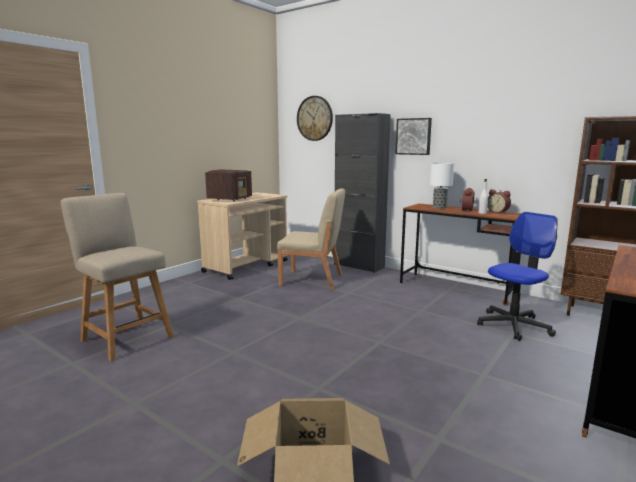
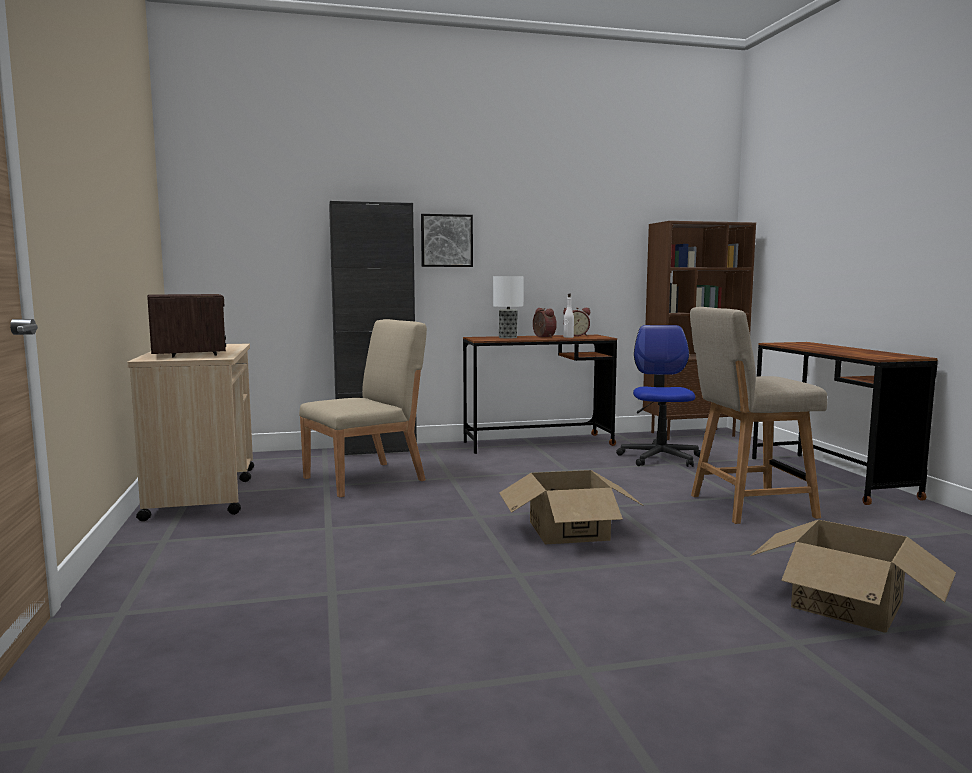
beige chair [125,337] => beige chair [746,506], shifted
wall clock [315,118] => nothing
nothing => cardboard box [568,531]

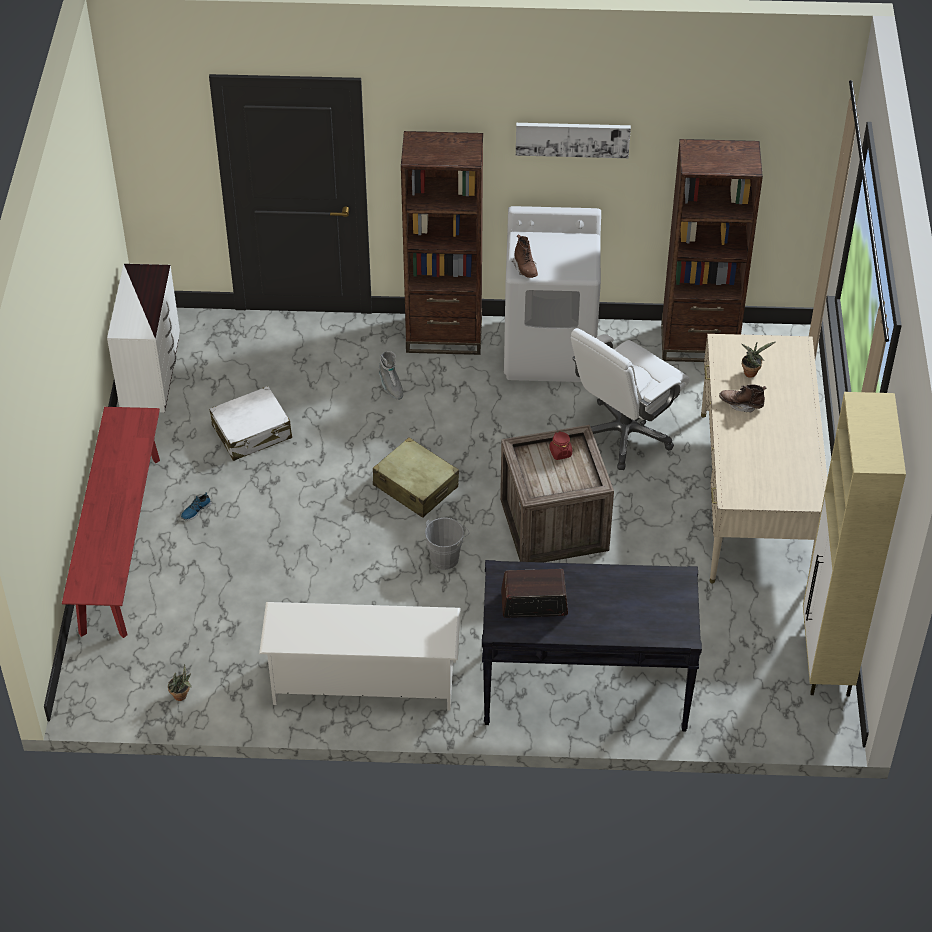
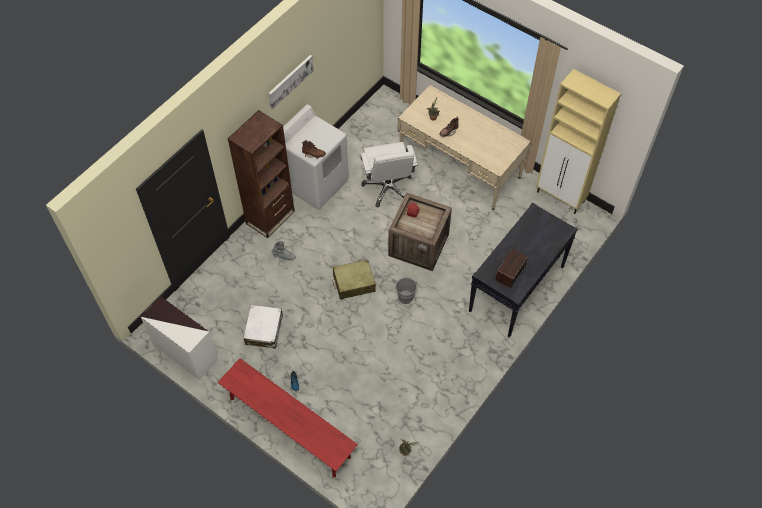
white shoe rack [363,682] => nothing
brown bookcase [699,344] => nothing

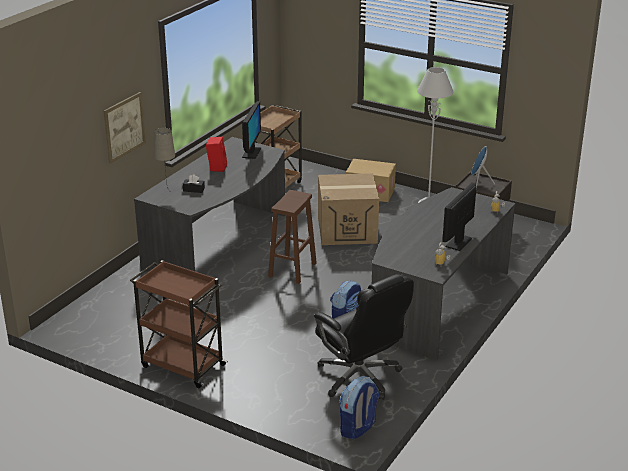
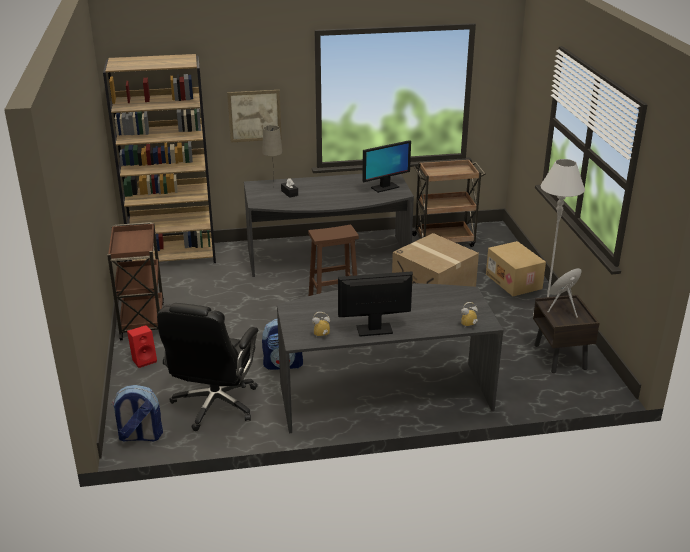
red speaker [216,167] => red speaker [144,360], shifted
nothing => brown bookcase [174,256]

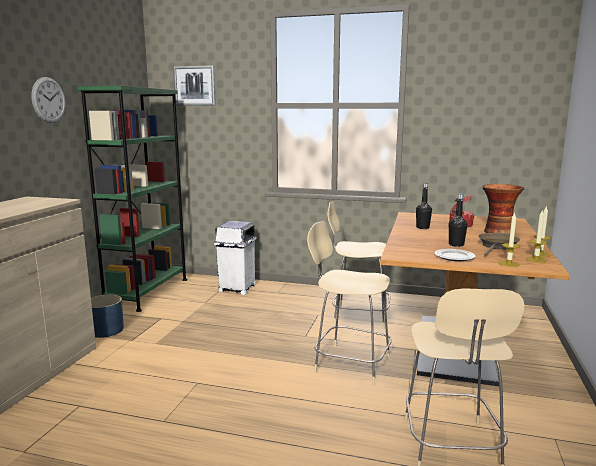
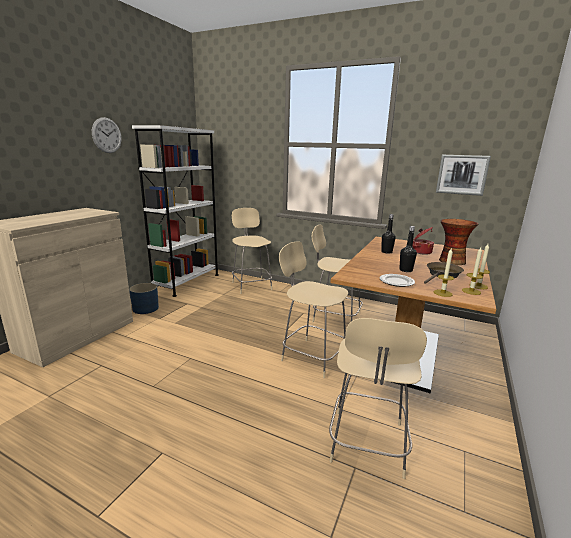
green bookcase [147,292] => white bookcase [187,282]
picture [195,86] => picture [462,174], shifted
white trash can [237,288] => beige stool [251,285]

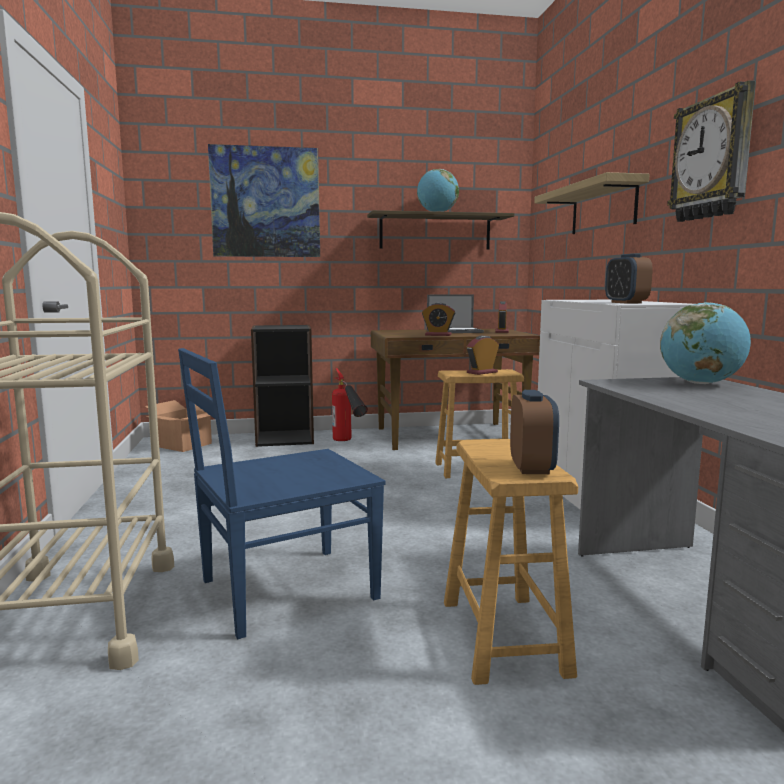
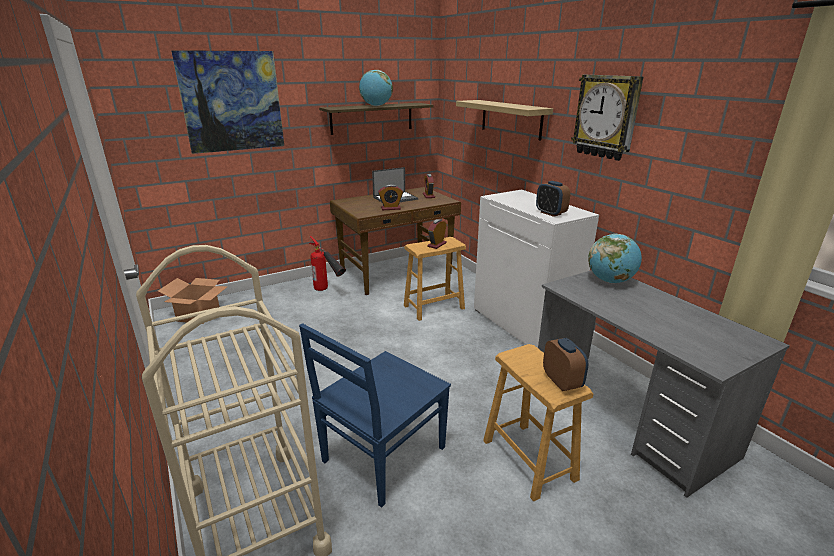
black bookcase [285,438] => nothing

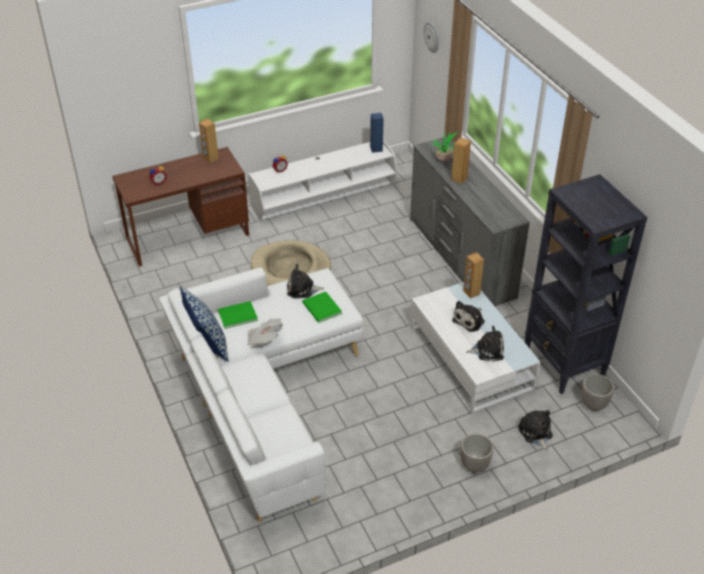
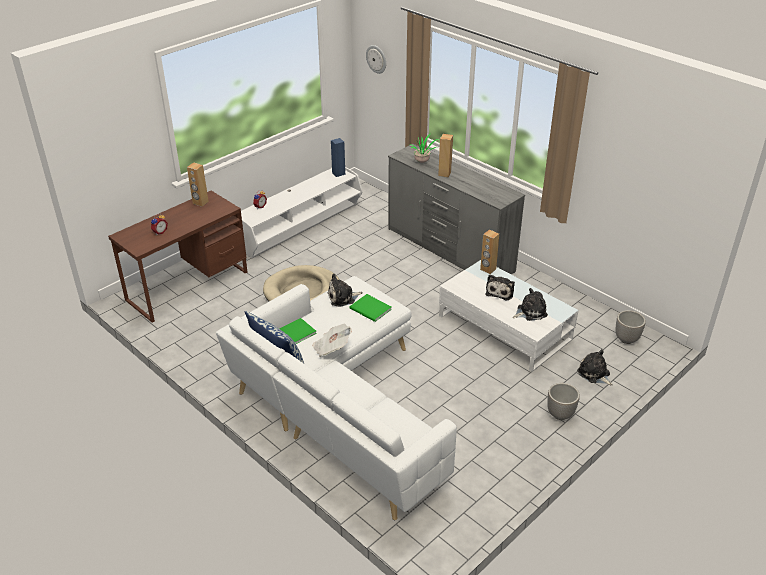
black bookcase [564,364] => nothing

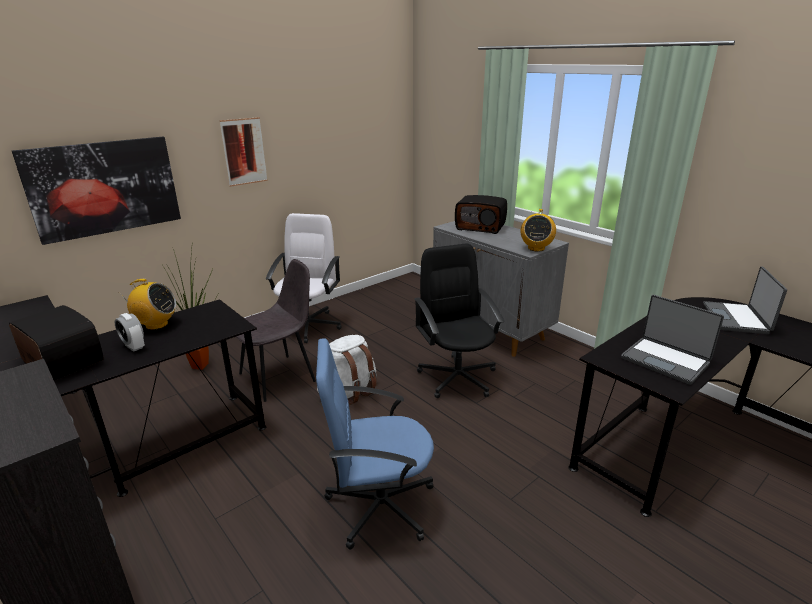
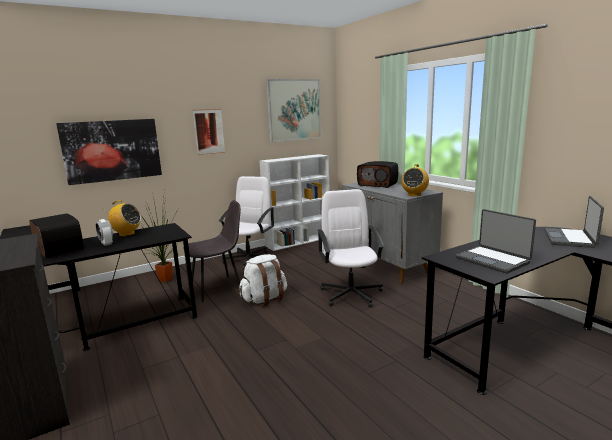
blue office chair [378,505] => nothing
black office chair [457,377] => white office chair [351,294]
nothing => white bookcase [299,241]
nothing => picture [294,110]

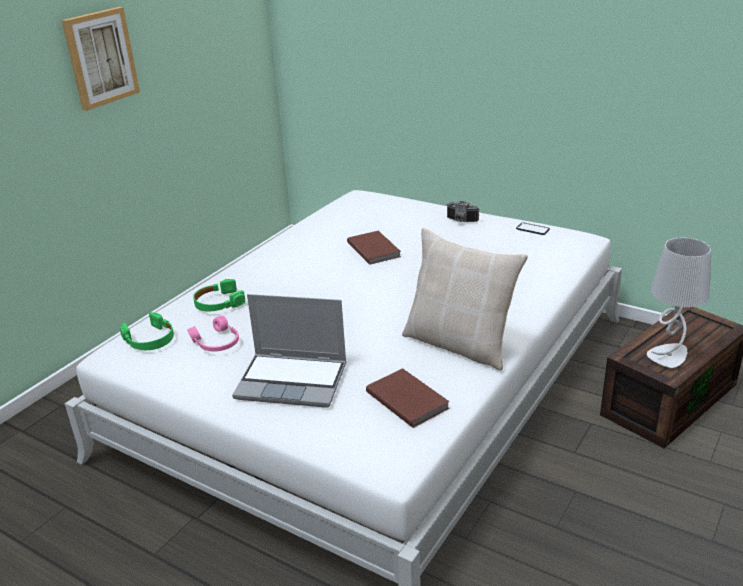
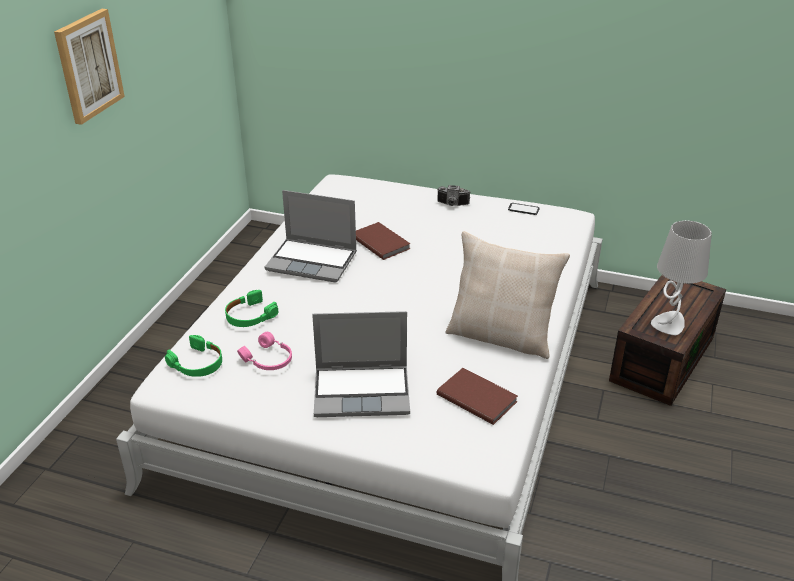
nothing => laptop [313,261]

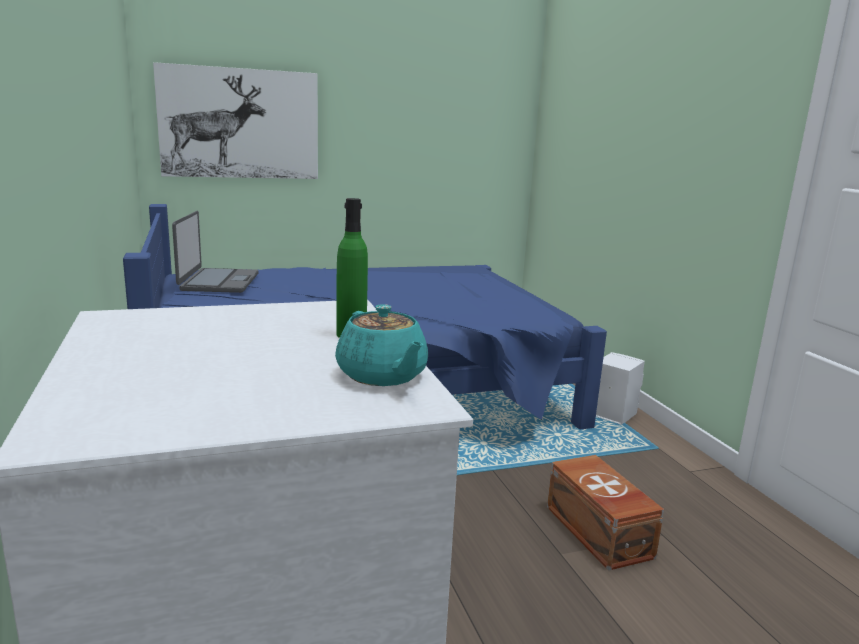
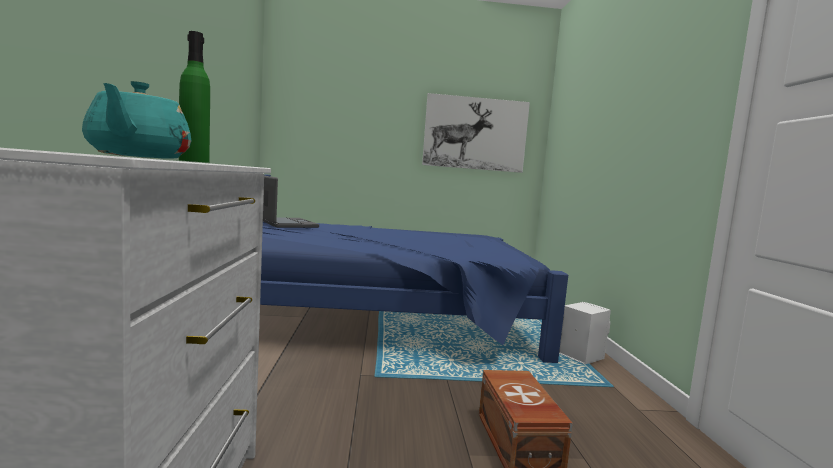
picture [240,124] => picture [475,133], shifted
laptop [218,282] => laptop [287,224], 45 degrees counterclockwise

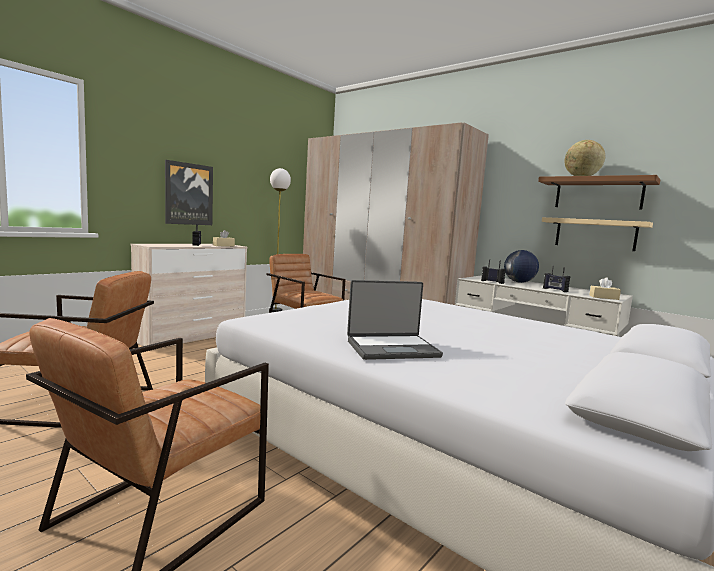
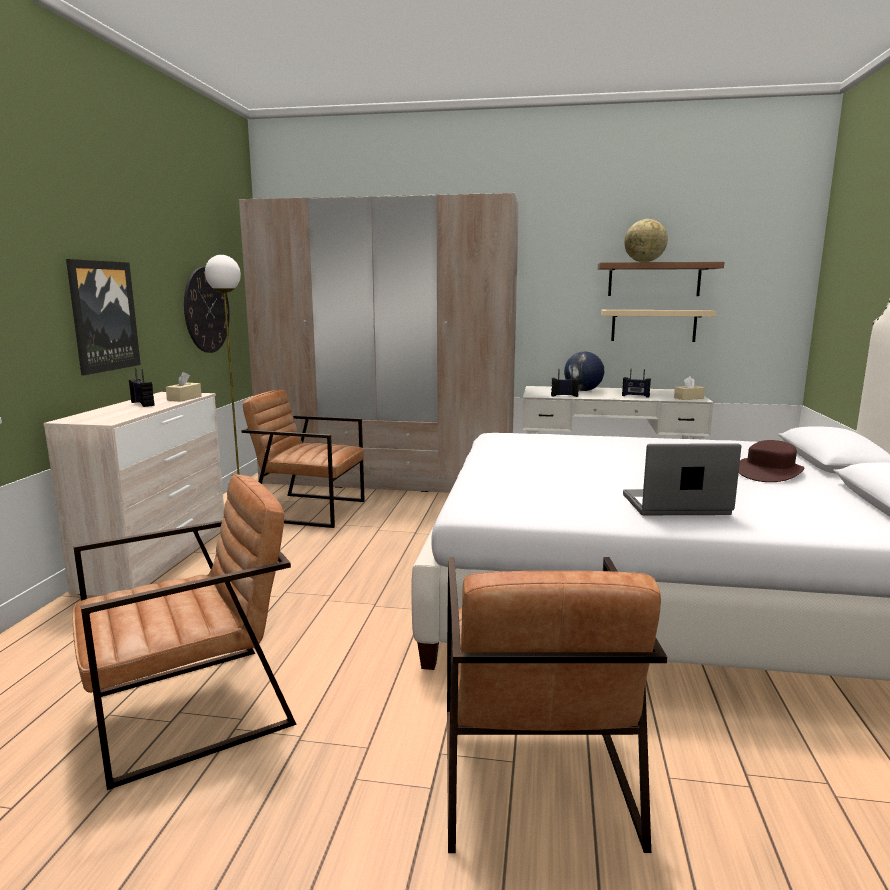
laptop [392,348] => laptop [676,506], 135 degrees counterclockwise
nothing => wall clock [206,310]
nothing => brown hat [769,472]

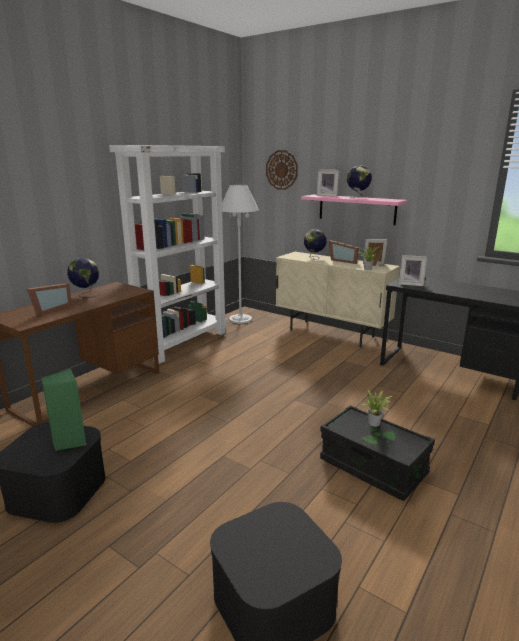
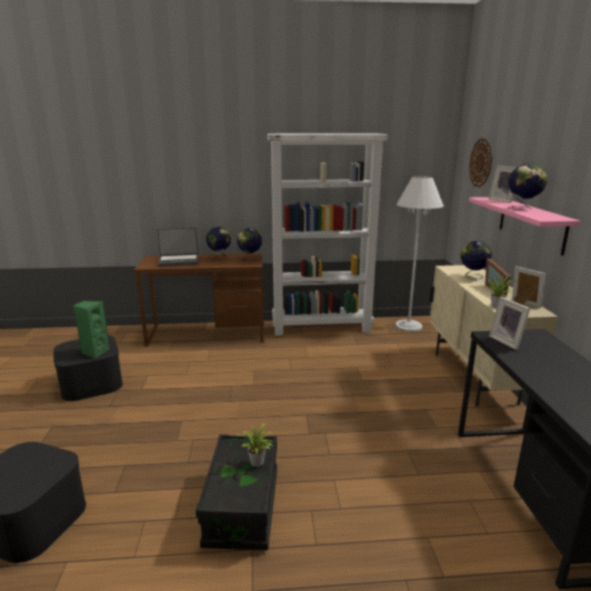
picture frame [49,309] => laptop [178,261]
nothing => globe [250,259]

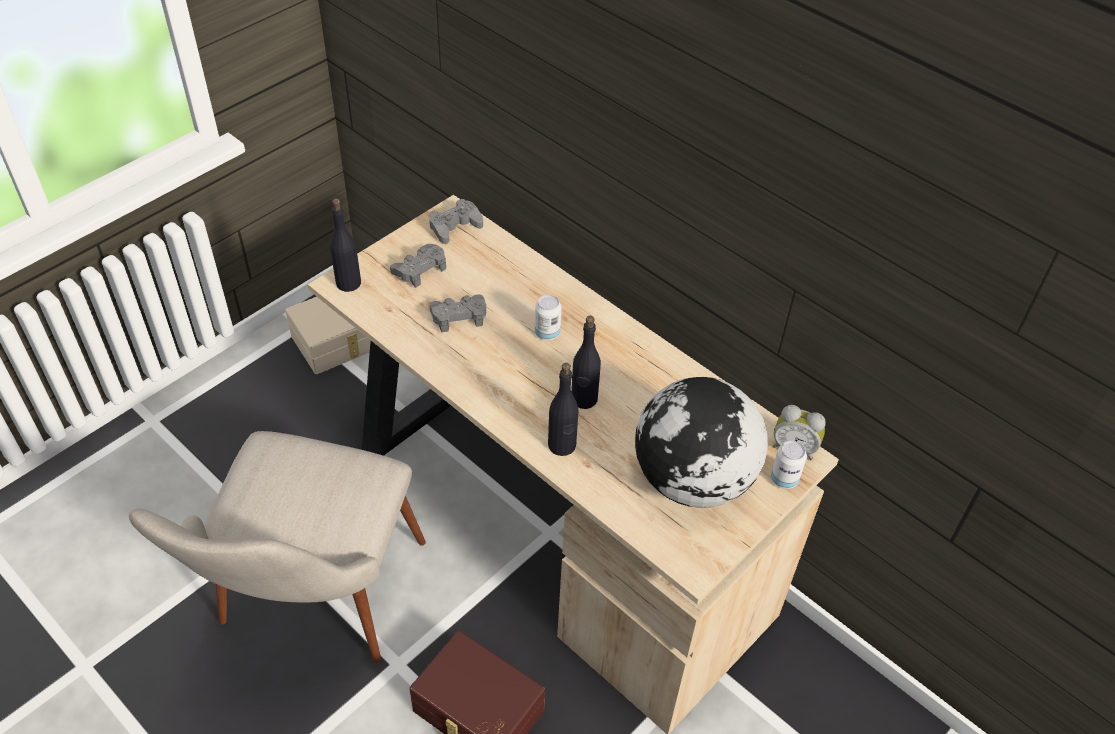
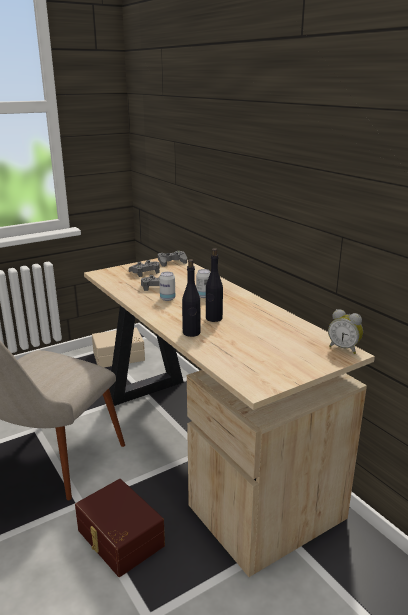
black bottle [349,283] => nothing
globe [692,480] => nothing
can [784,479] => can [167,298], shifted

